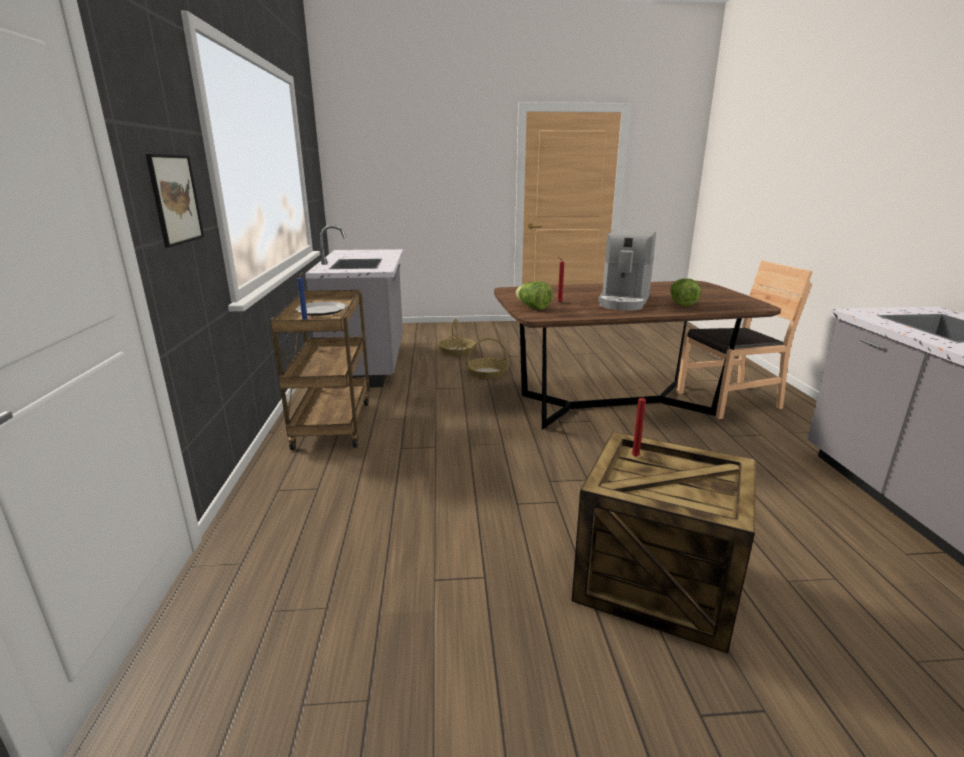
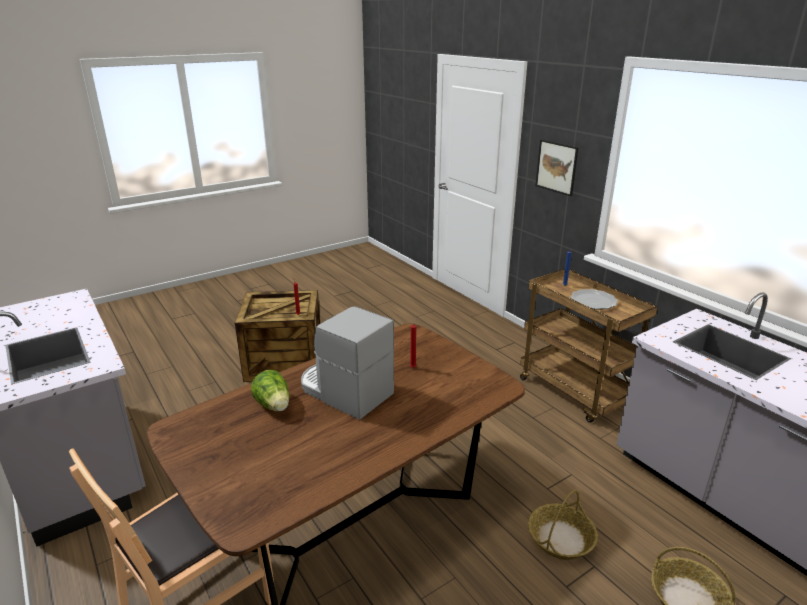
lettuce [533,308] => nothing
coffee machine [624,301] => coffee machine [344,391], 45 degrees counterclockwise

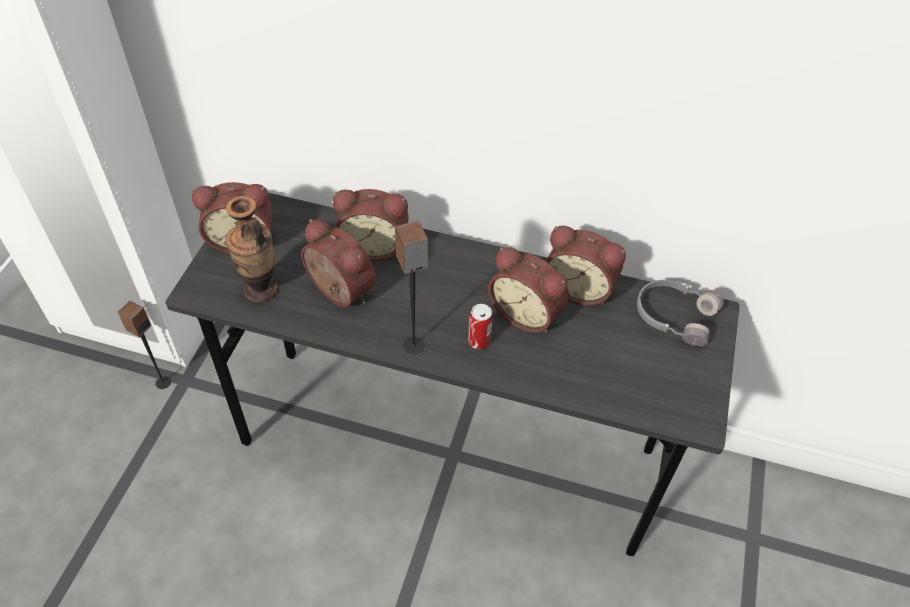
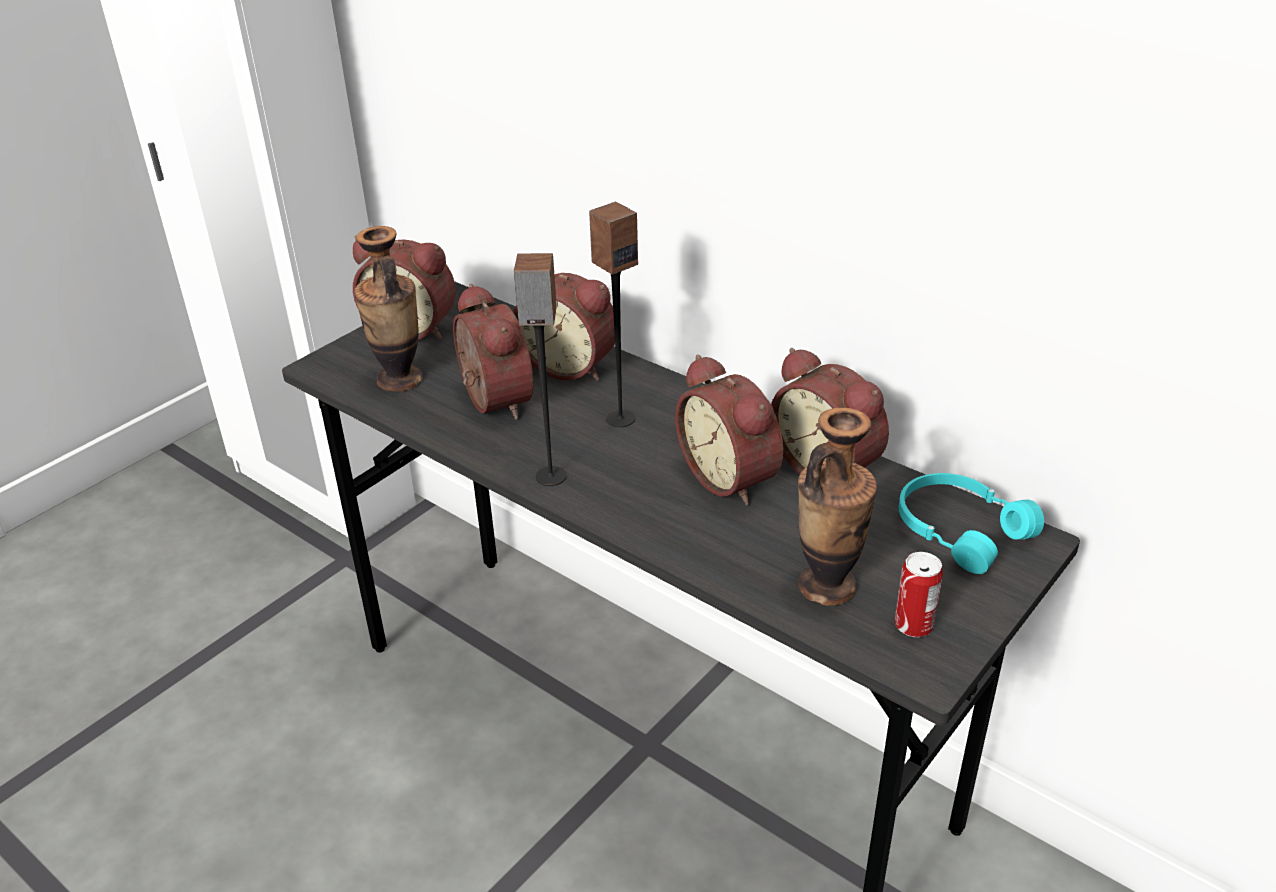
speaker [163,382] => speaker [620,418], shifted
can [479,341] => can [913,625], shifted
grey headphones [674,316] => turquoise headphones [959,530]
nothing => vase [827,586]

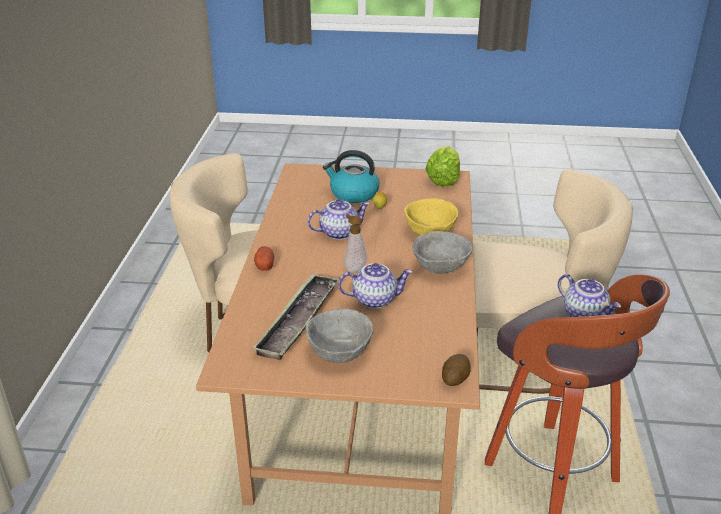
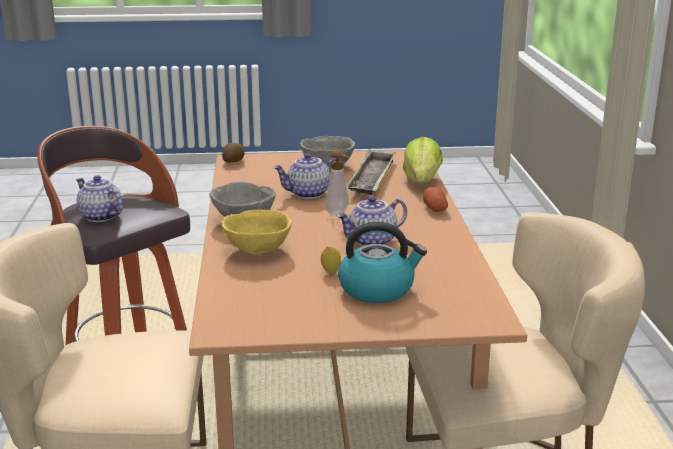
lettuce [443,179] => lettuce [421,181], shifted

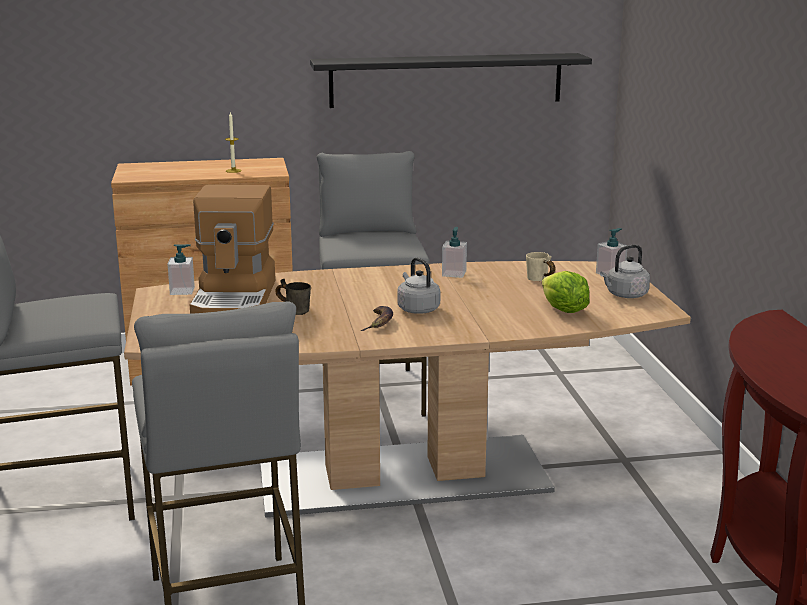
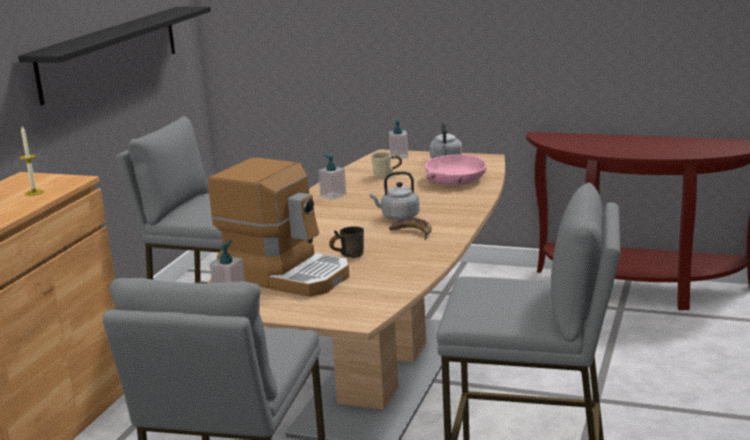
lettuce [563,310] => pink bowl [455,179]

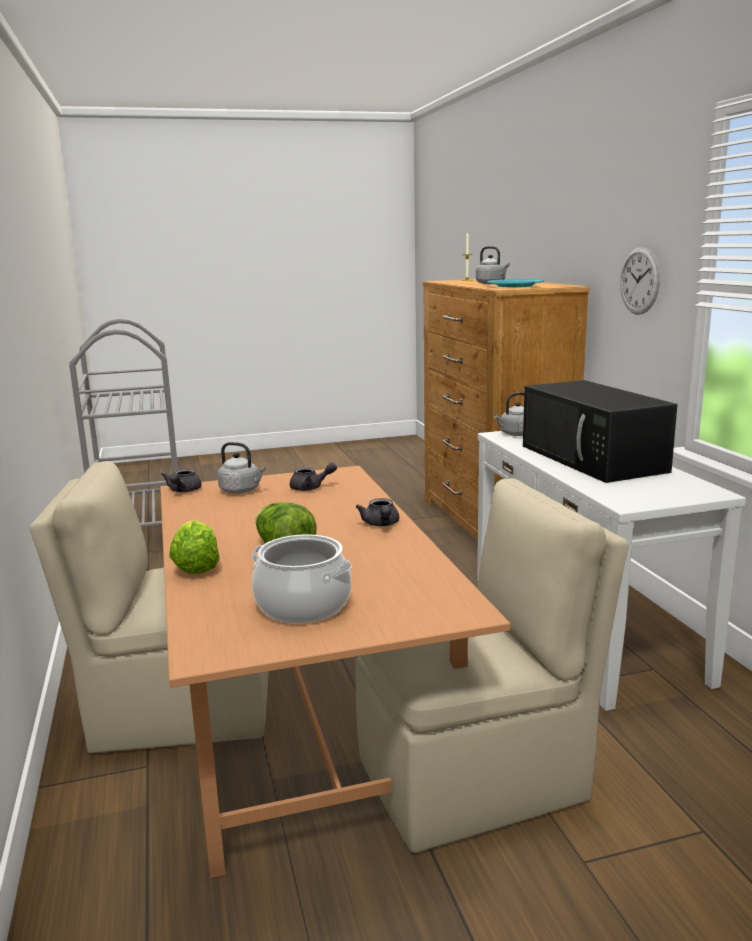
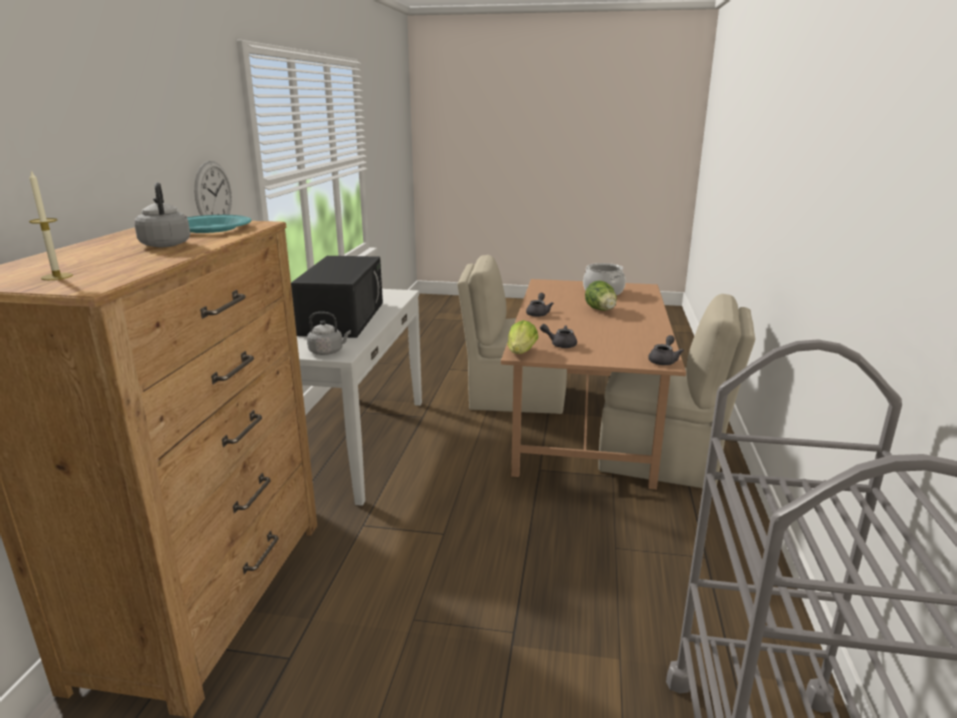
lettuce [196,567] => lettuce [521,353], shifted
grey kettle [242,490] => nothing

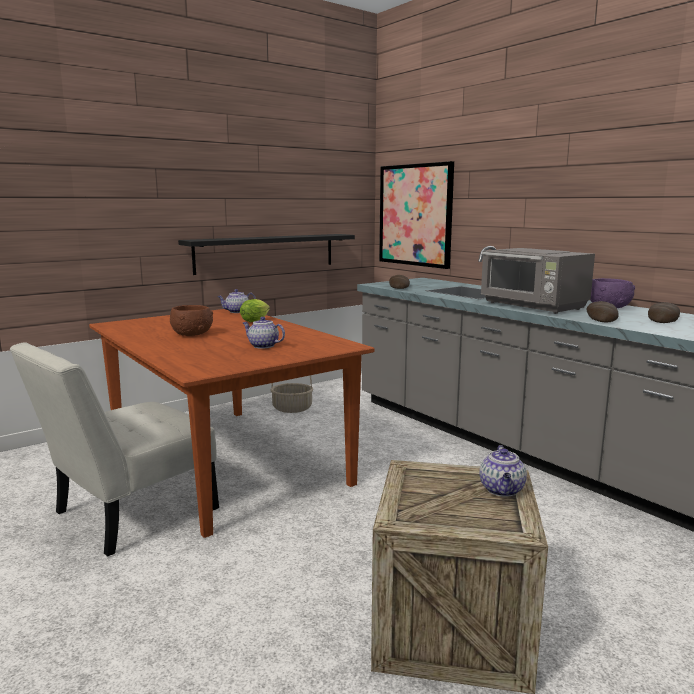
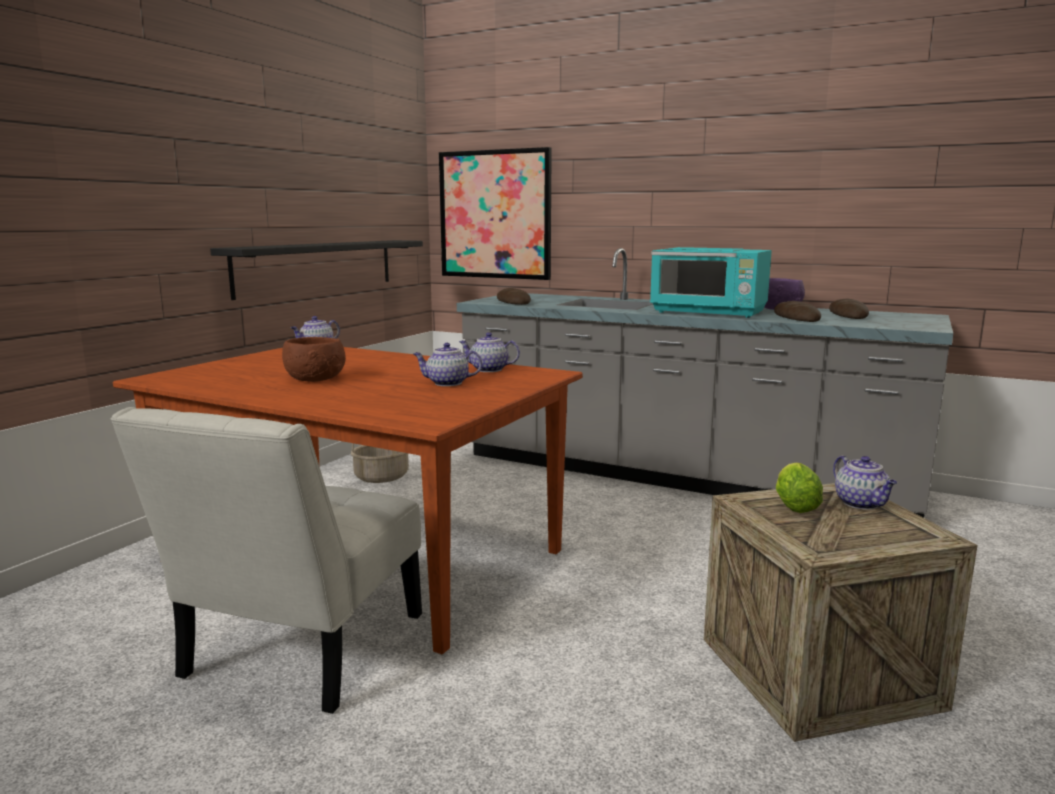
lettuce [256,320] => lettuce [794,505], shifted
grey microwave [533,306] => turquoise microwave [709,312]
nothing => teapot [488,370]

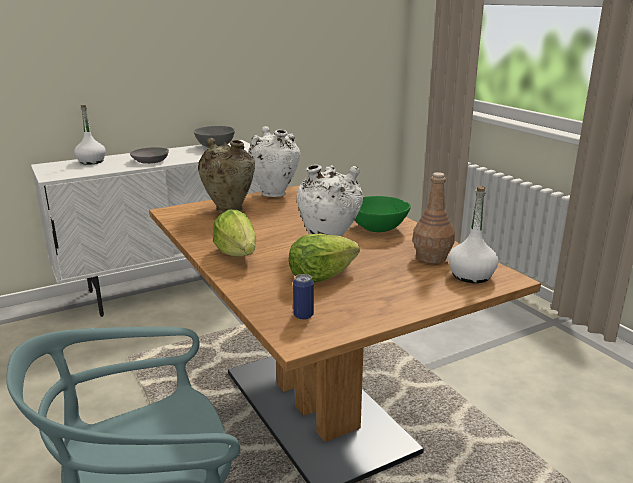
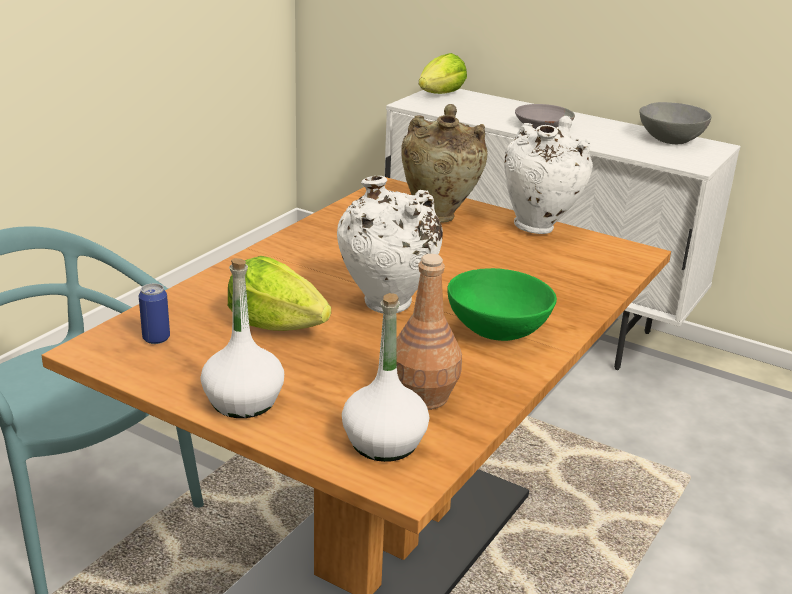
white bottle [91,161] => white bottle [244,401], shifted
lettuce [237,254] => lettuce [441,94], shifted

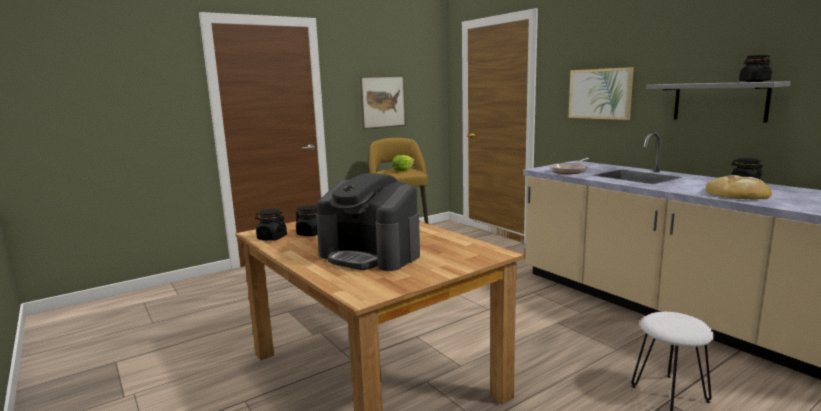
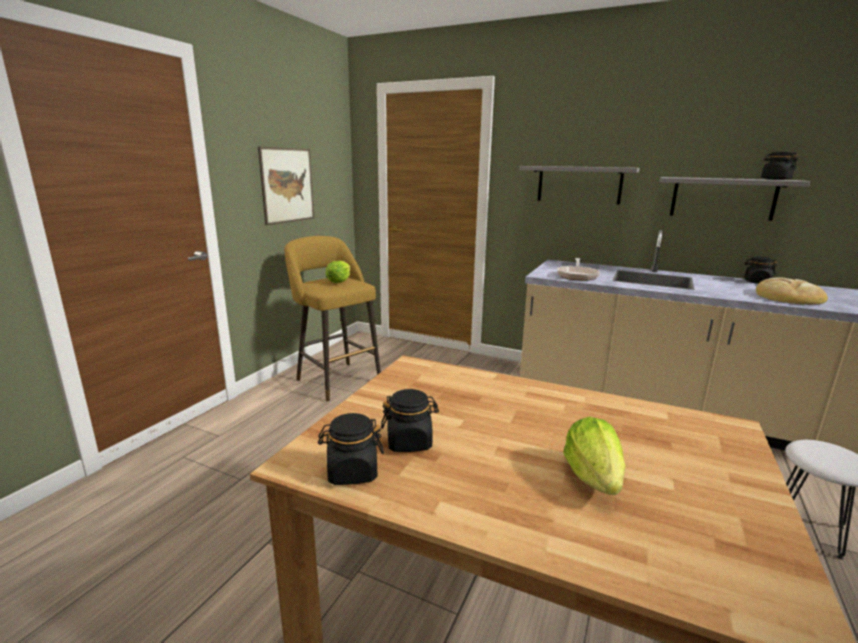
coffee machine [370,255] => lettuce [593,477]
picture [600,94] => grey shelf [579,184]

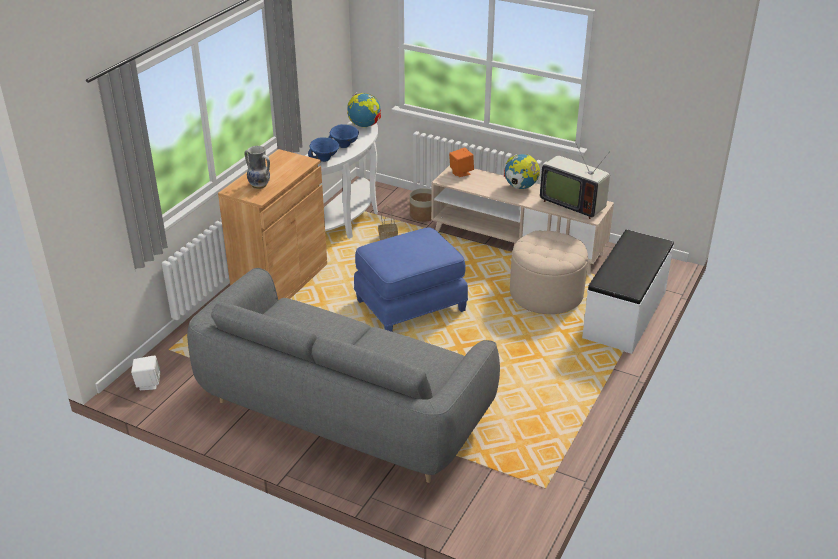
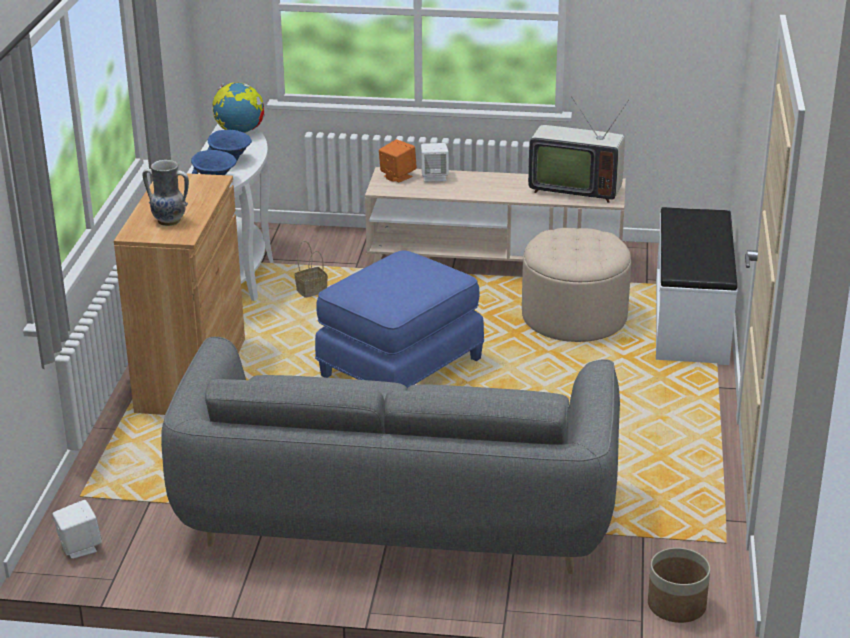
planter [423,215] => planter [676,605], shifted
globe [520,187] => nothing
nothing => white speaker [434,177]

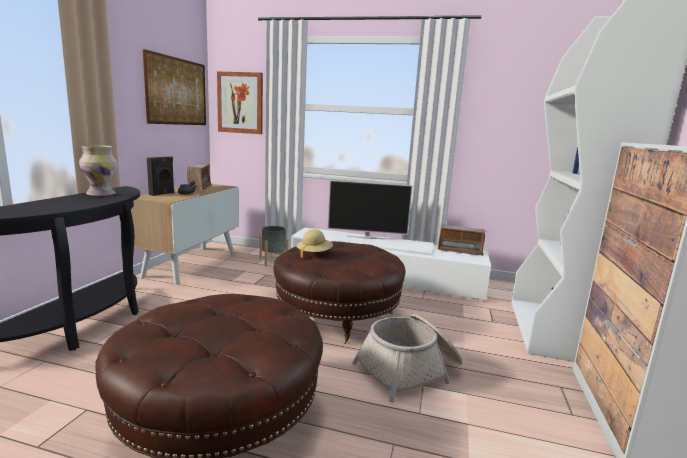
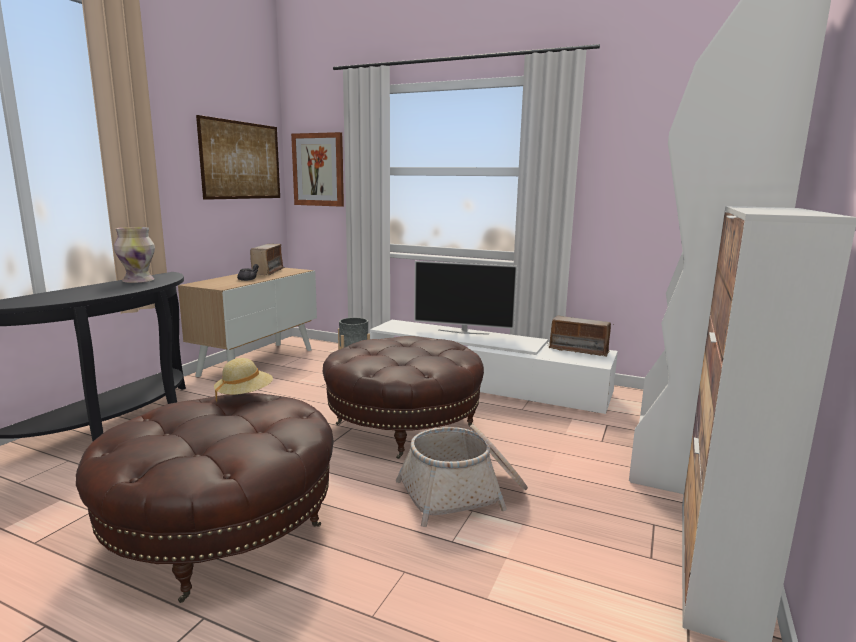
black speaker [162,194] => nothing
beige hat [314,254] => beige hat [244,395], shifted

